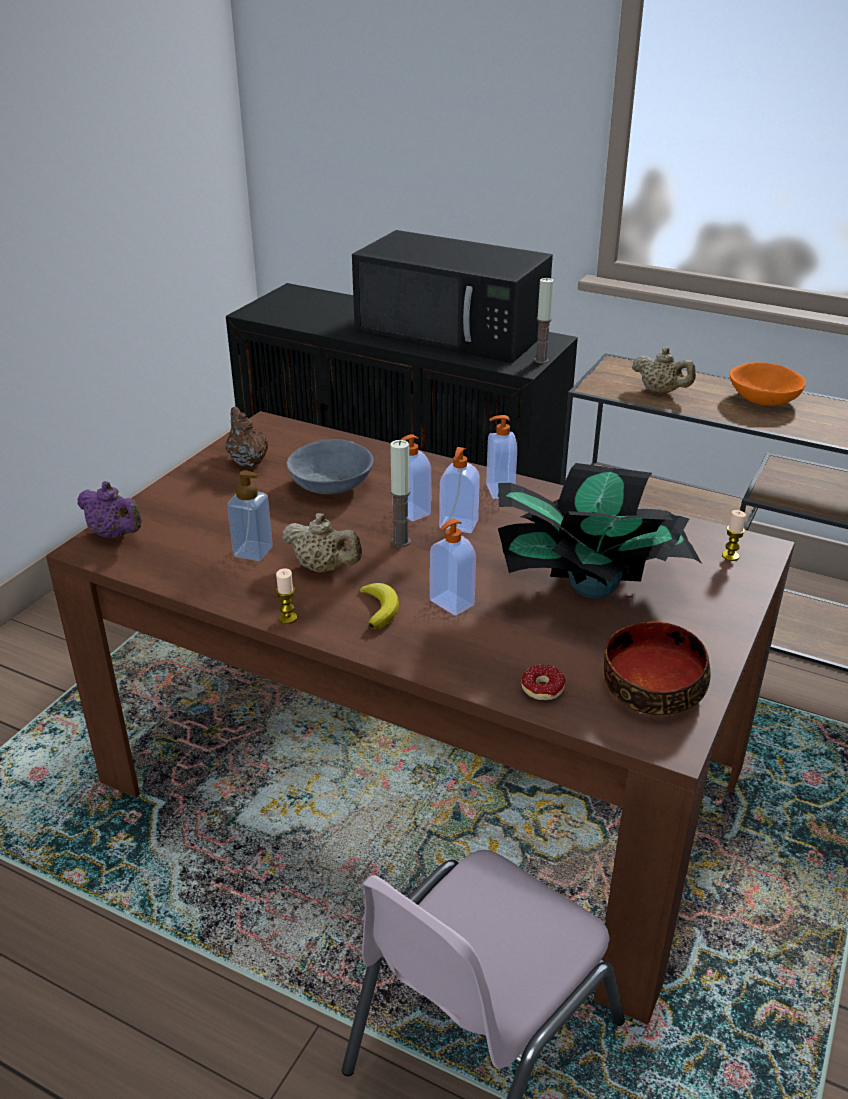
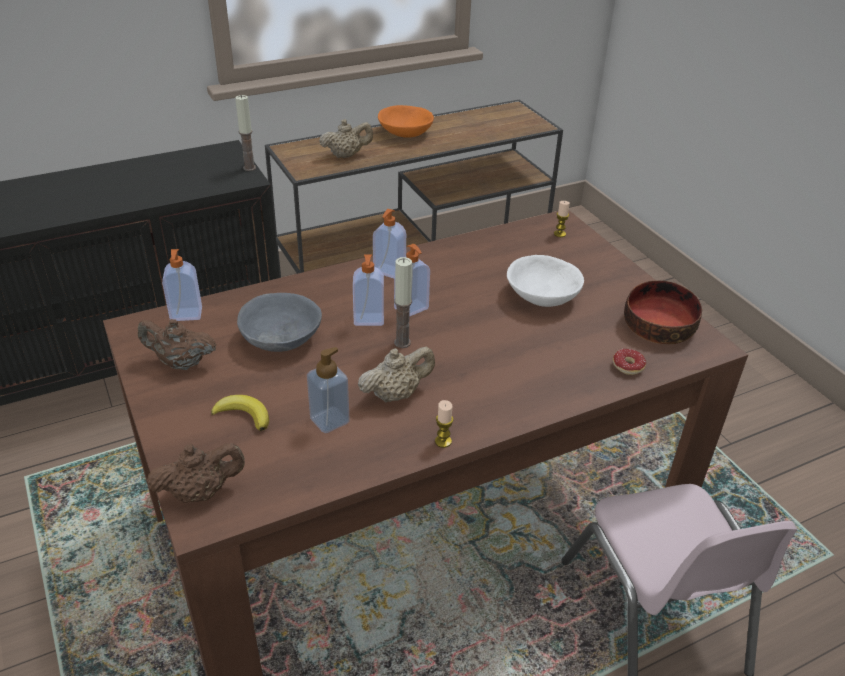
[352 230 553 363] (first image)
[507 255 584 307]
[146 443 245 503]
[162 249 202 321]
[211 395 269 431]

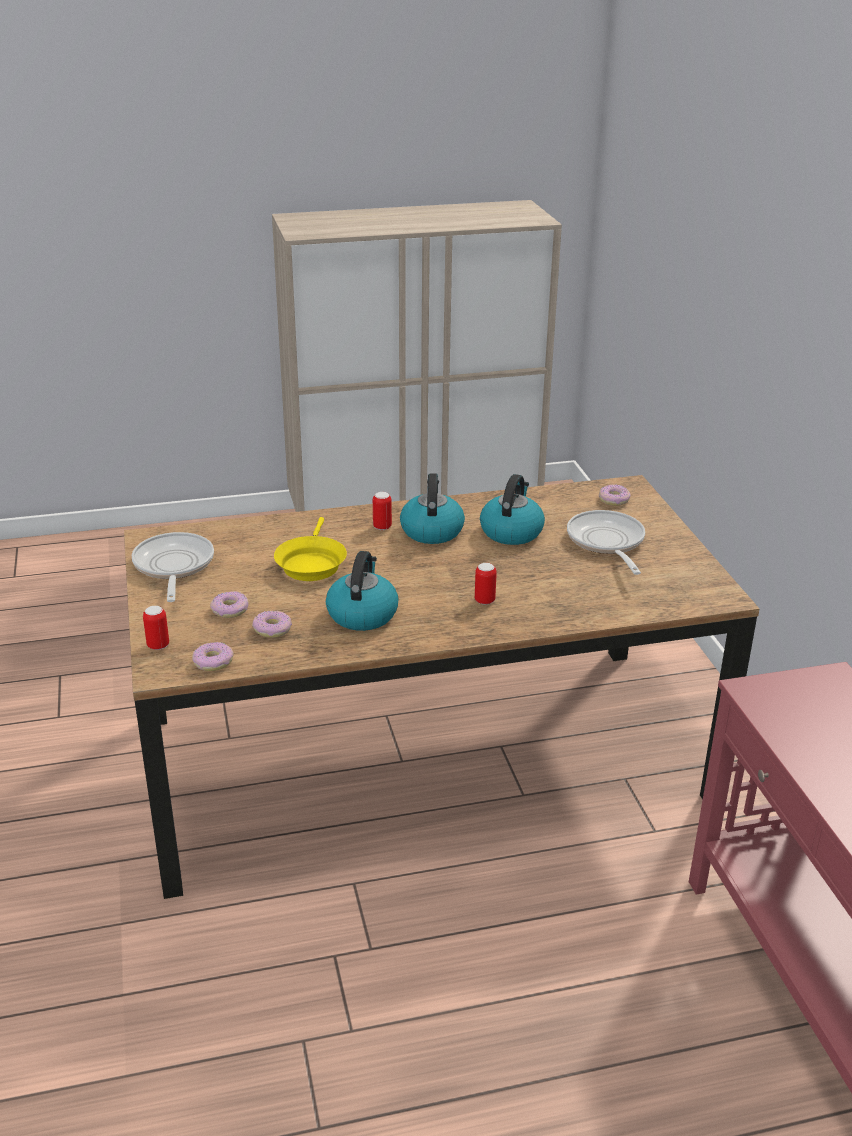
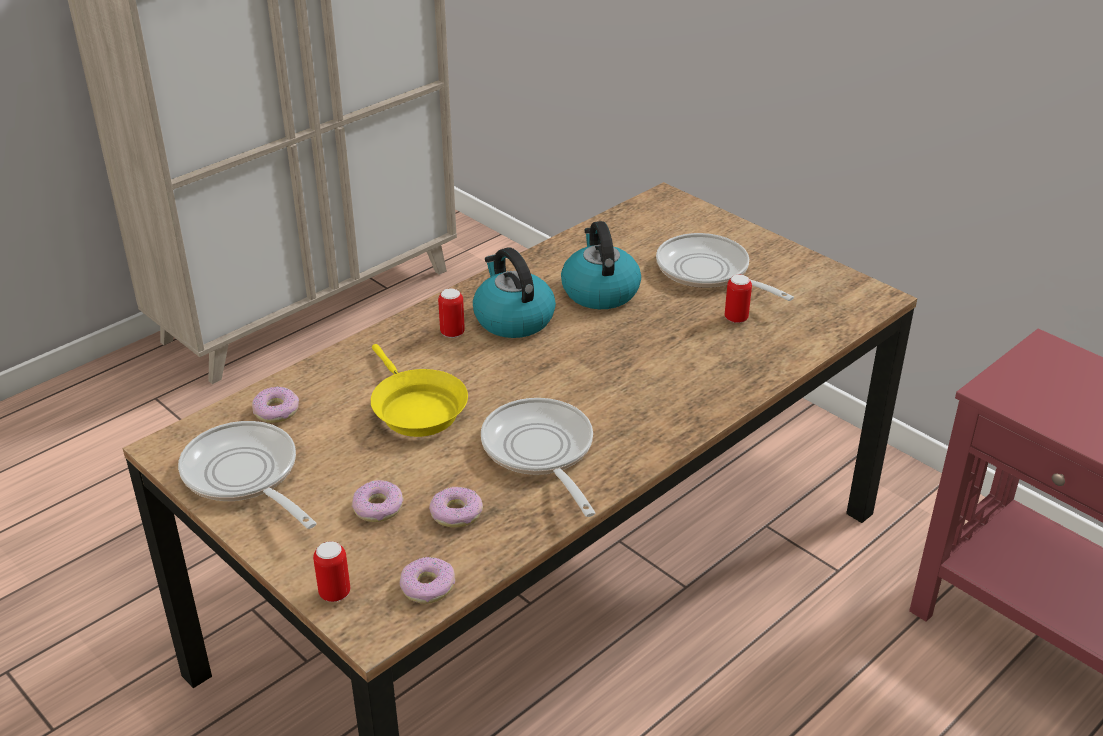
[252 387 299 423]
[481 398 595 517]
[725 275 752 323]

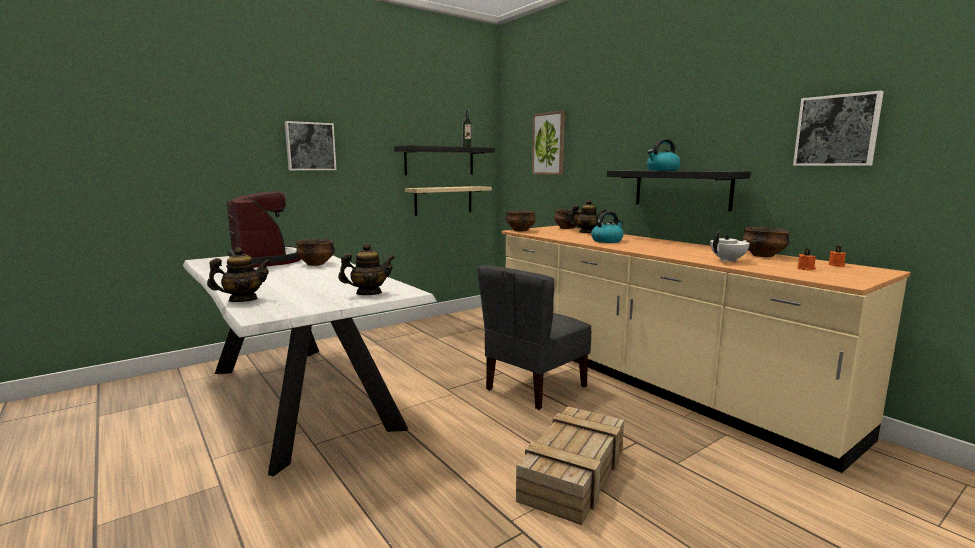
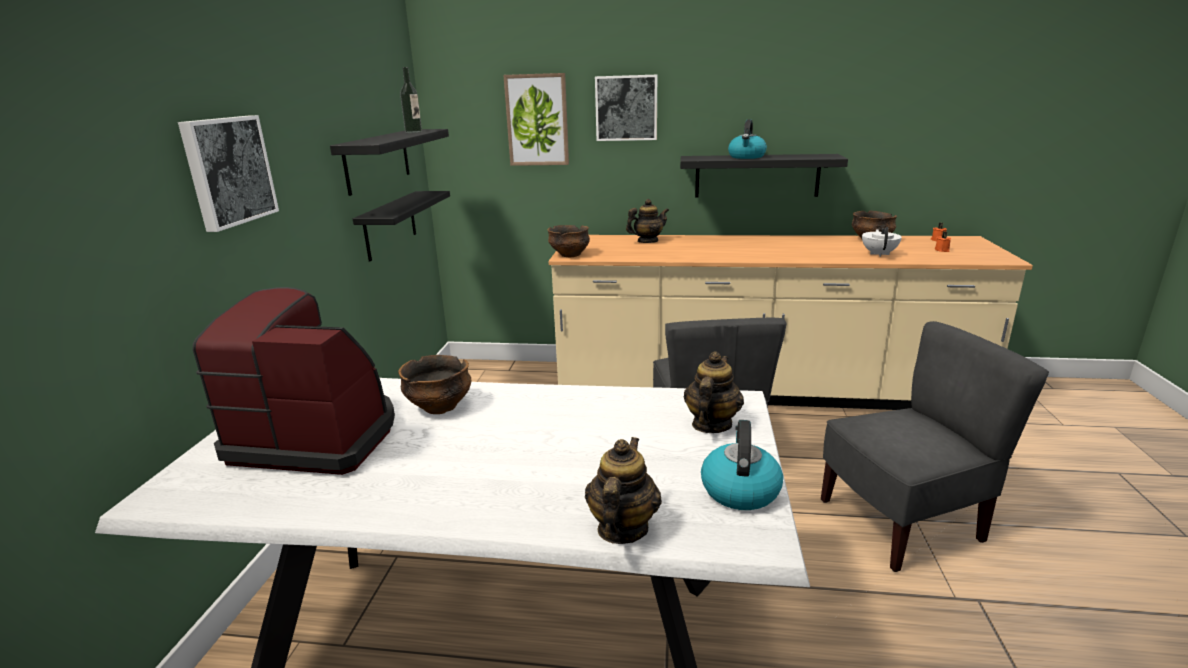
[595 75 657 141]
[353 191 450 262]
[554 209 581 229] (first image)
[701 420 783 510]
[821 321 1049 572]

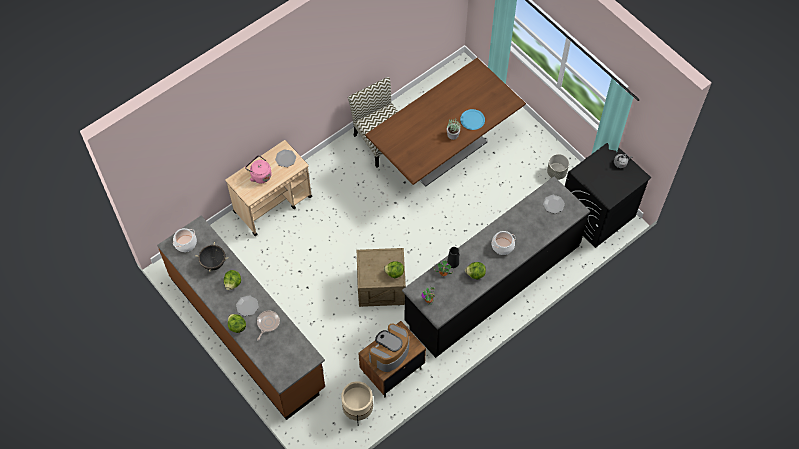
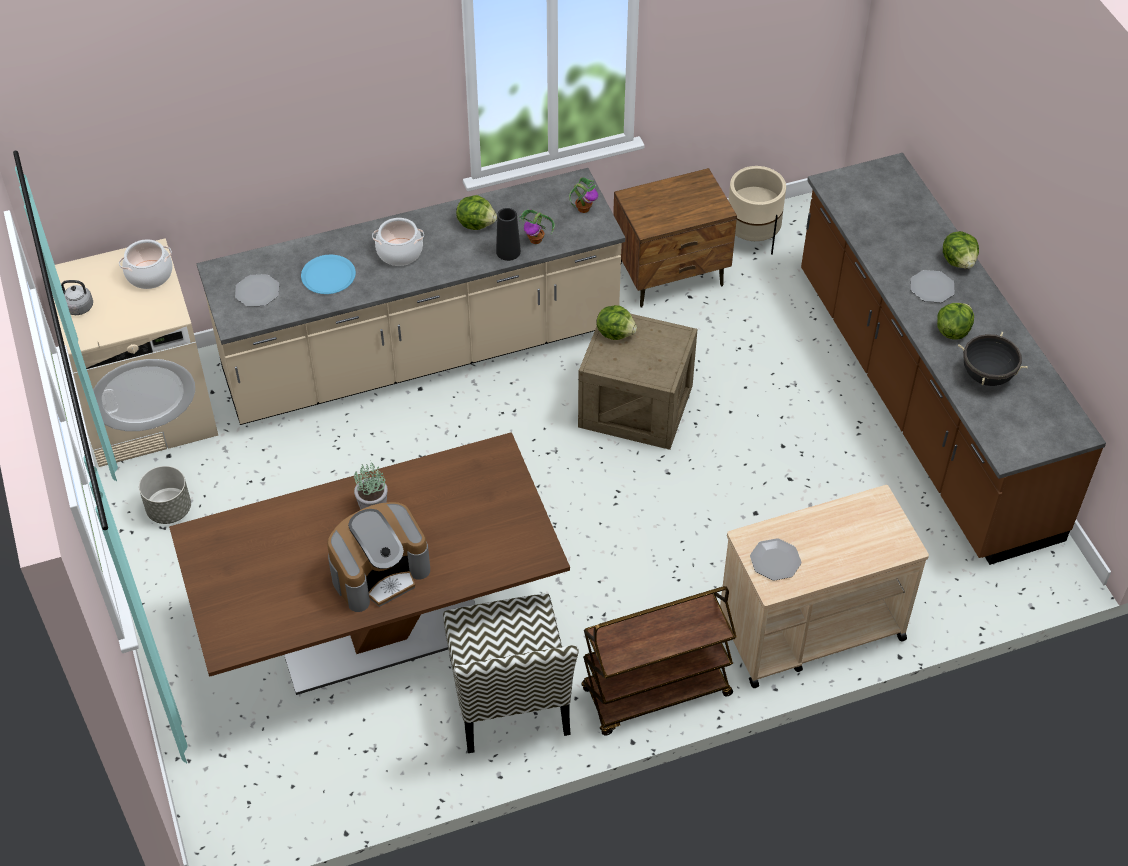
[301 255 356 294]
[53 238 218 467]
[245 155 272 183] (first image)
[197 168 625 425]
[119 239 173 289]
[257 311 280 341] (first image)
[327 502 430 612]
[581 586 737 736]

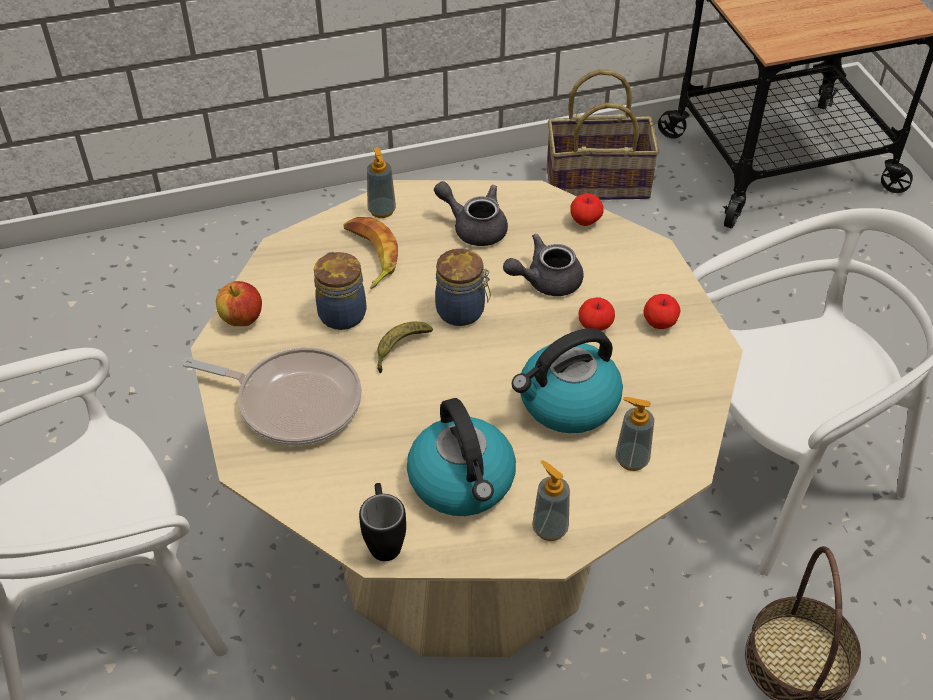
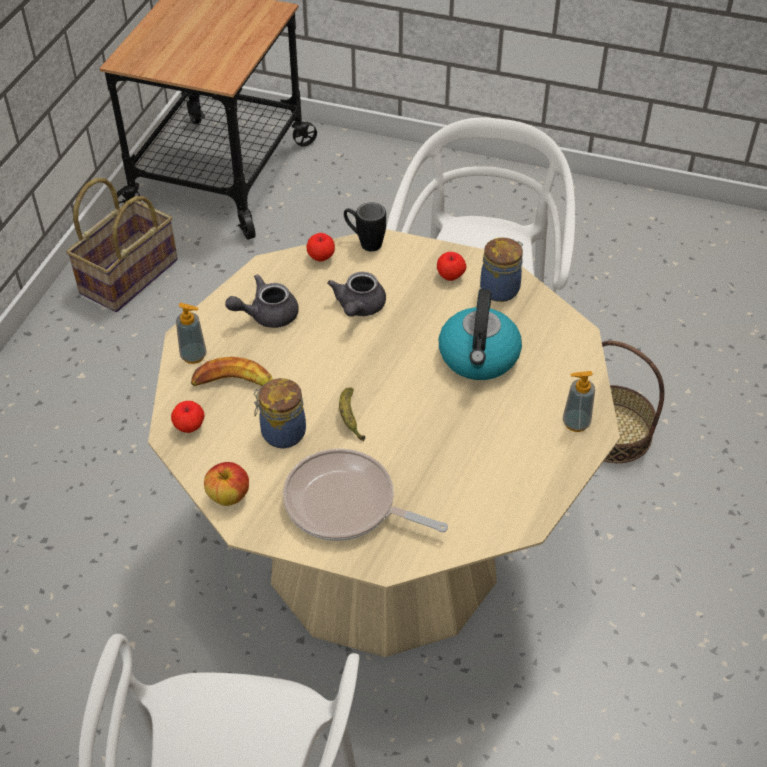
[480 237 523 302]
[171 401 204 433]
[283 449 448 541]
[616 397 654 471] (first image)
[407 398 516 516] (first image)
[344 202 386 252]

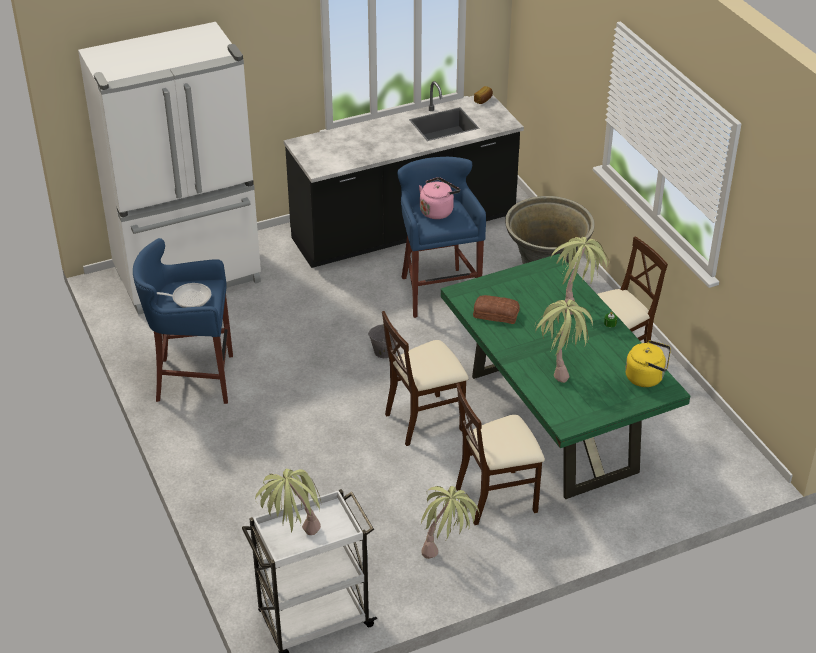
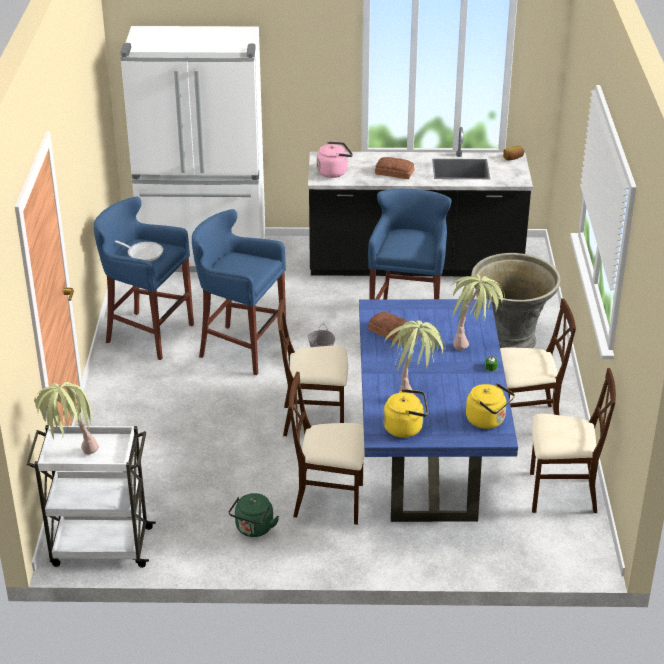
[317 141 353 178]
[359 299 518 522]
[229 493 279 537]
[375 157 415 179]
[192 209 286 375]
[530 368 616 513]
[383 389 428 438]

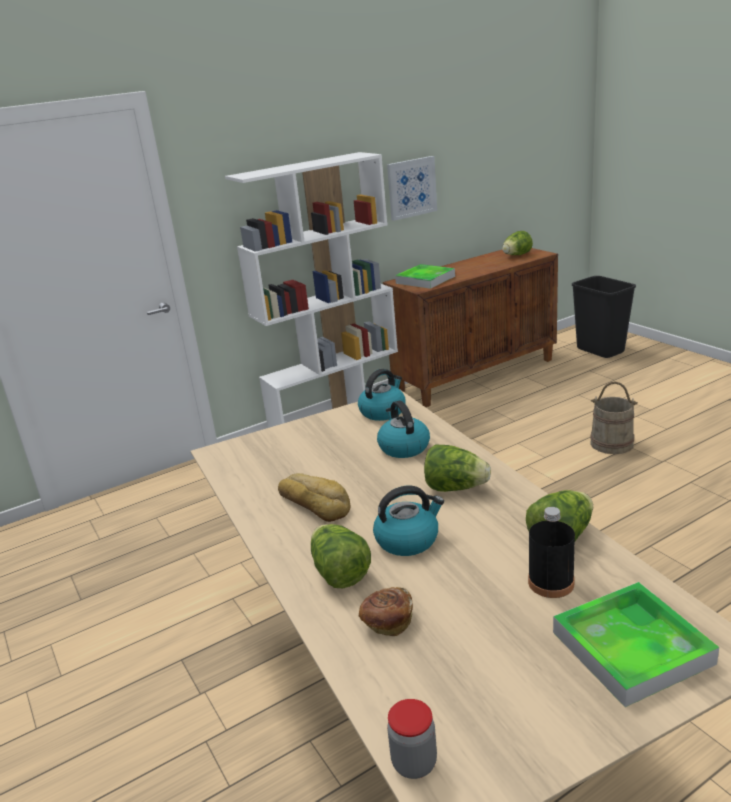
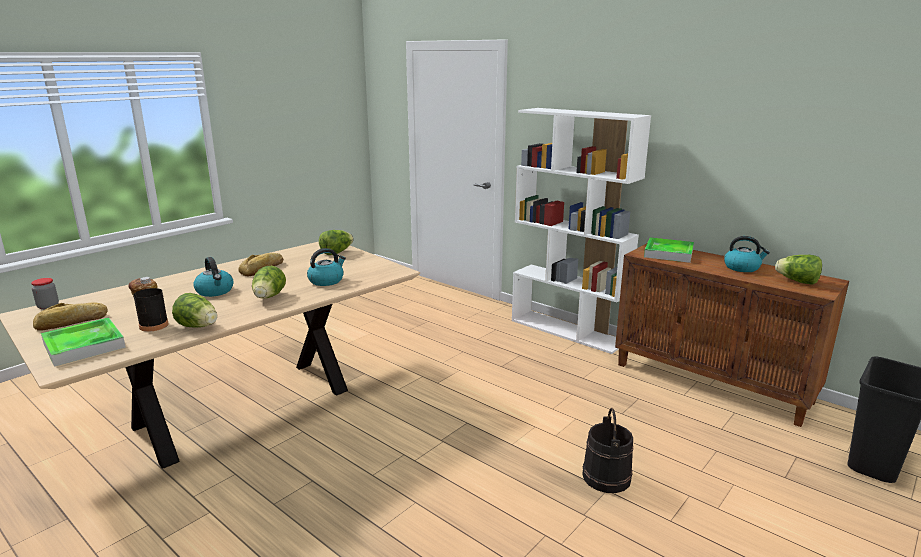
[387 156 437 221] (first image)
[724 236 770 272]
[582 408 633 493]
[319 230 354 255]
[33 303 107 331]

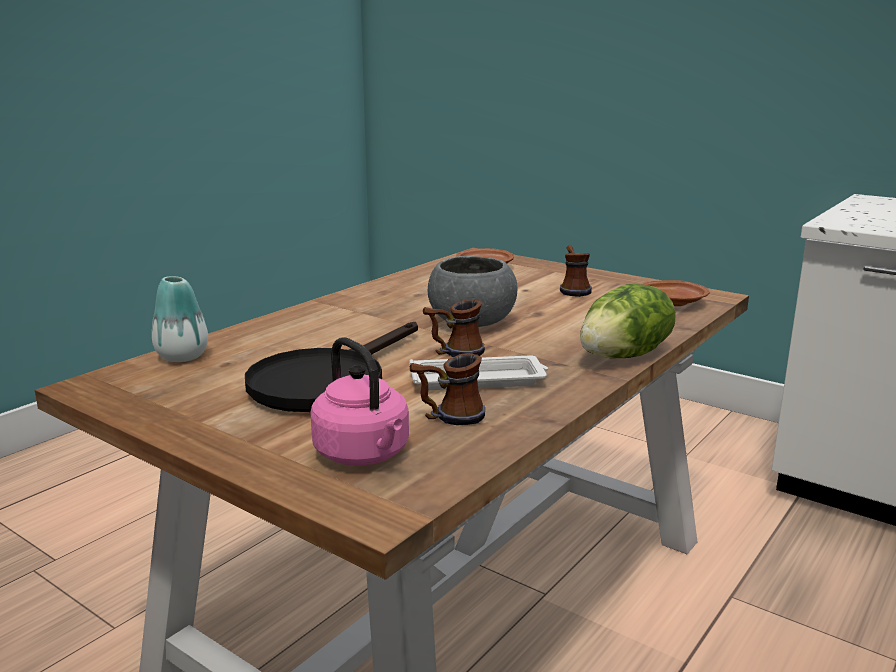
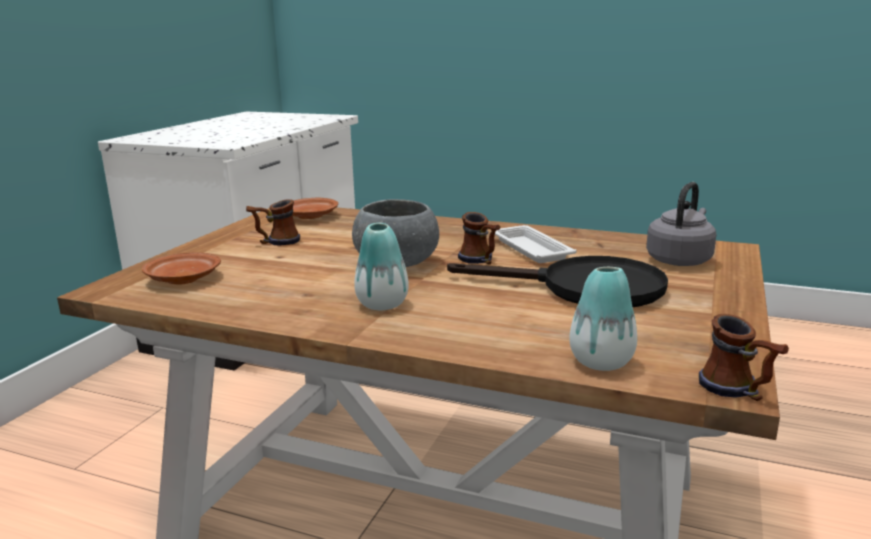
[580 284 676 358] (first image)
[646 182 716 266]
[699 314 789 401]
[354 223 409 310]

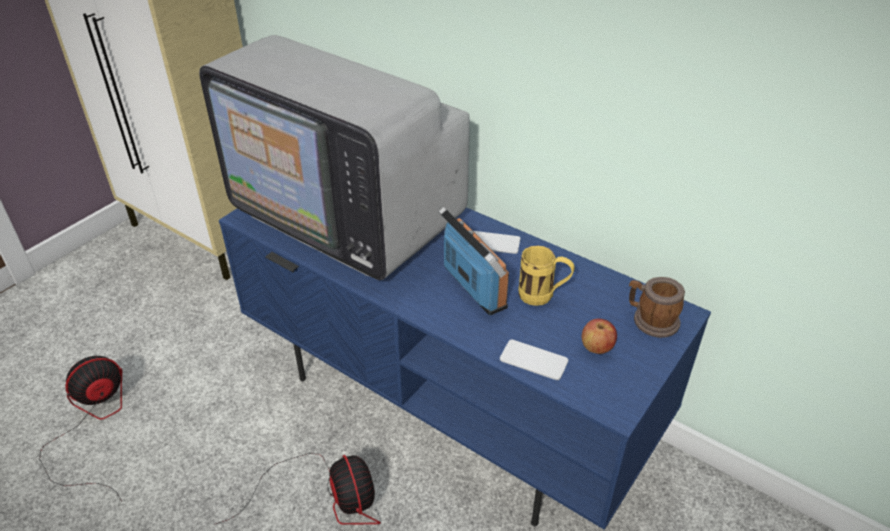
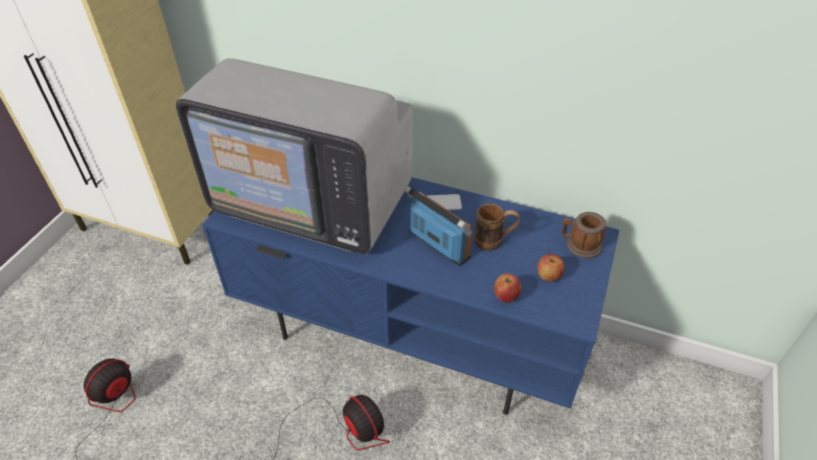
[474 204 520 251]
[494 273 521 303]

